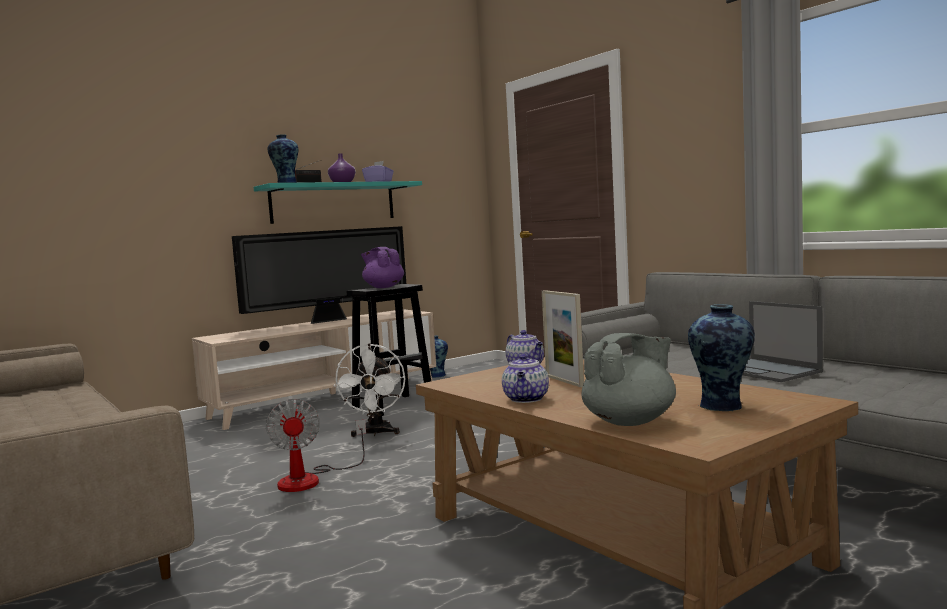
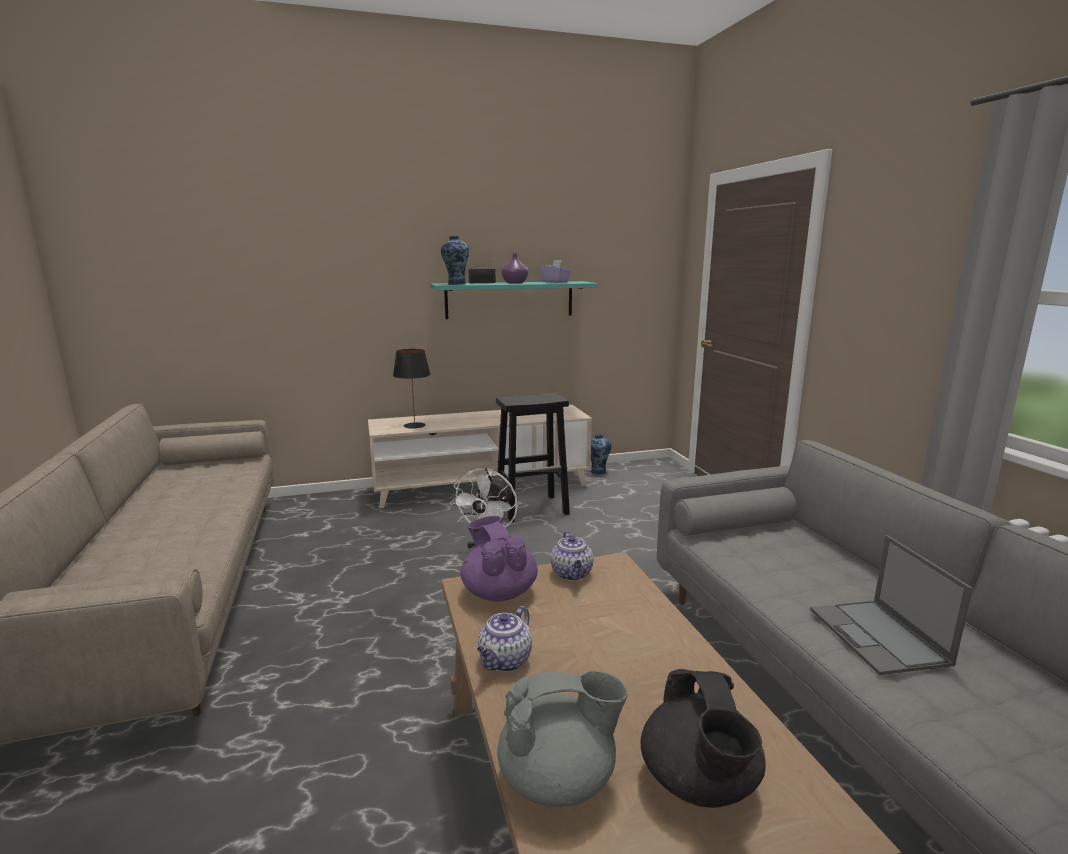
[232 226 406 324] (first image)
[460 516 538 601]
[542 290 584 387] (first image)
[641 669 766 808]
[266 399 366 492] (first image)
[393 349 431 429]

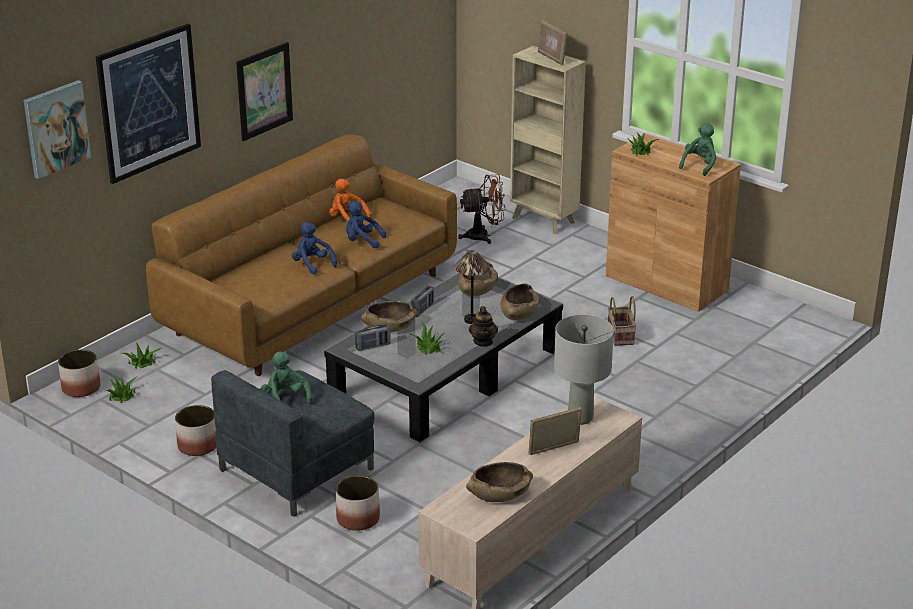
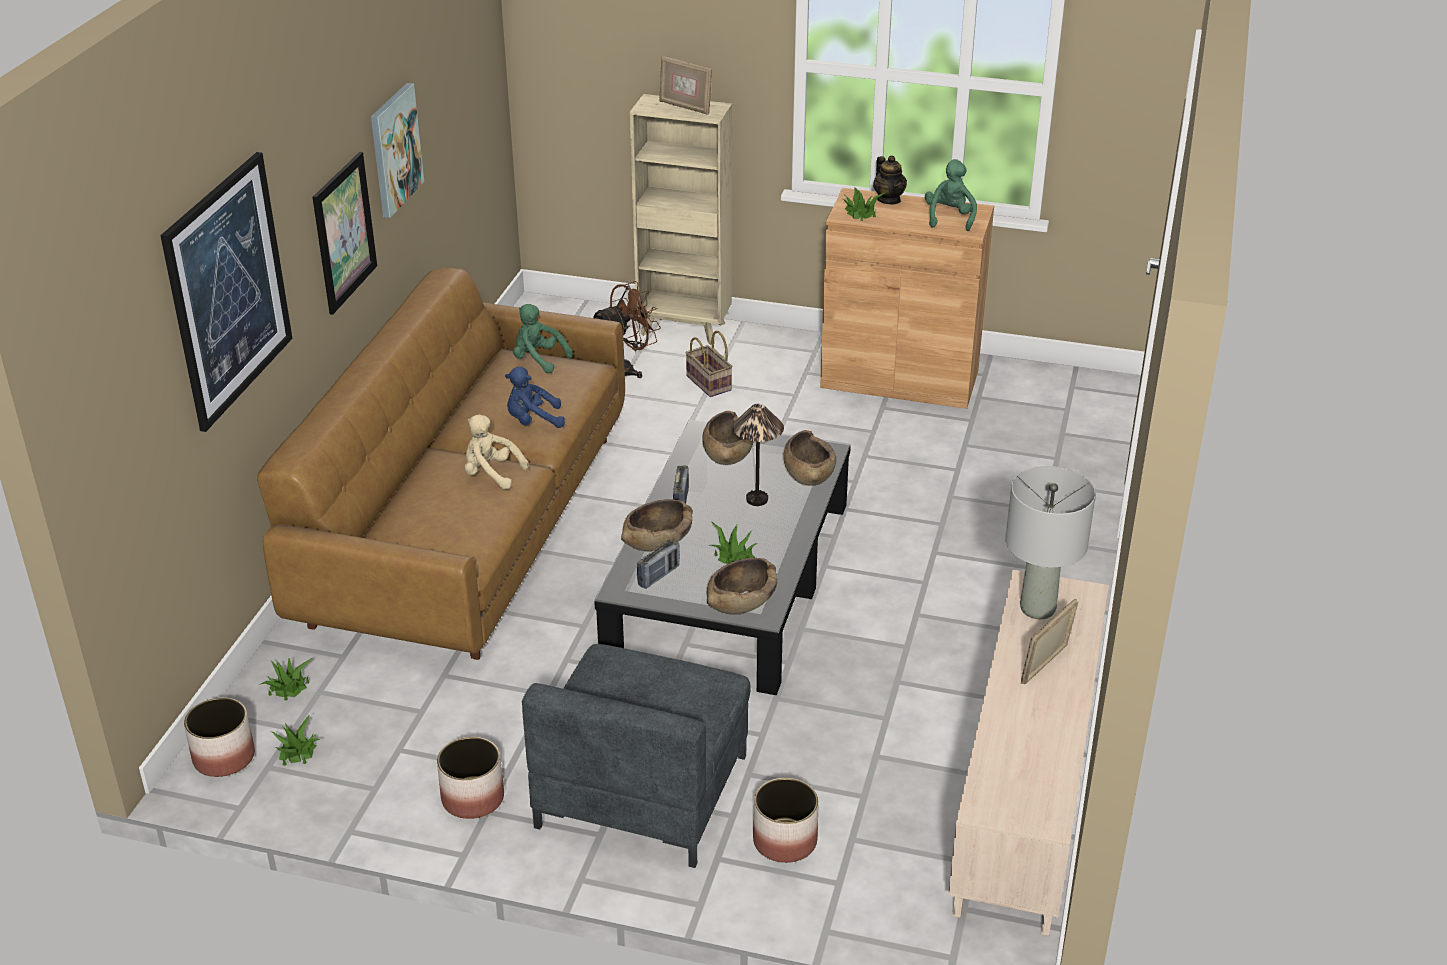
[371 83 424 218]
[329 179 371 222] (first image)
[464 415 529 489]
[685 331 733 397]
[873 155 907 204]
[513 304 573 373]
[707 558 777 614]

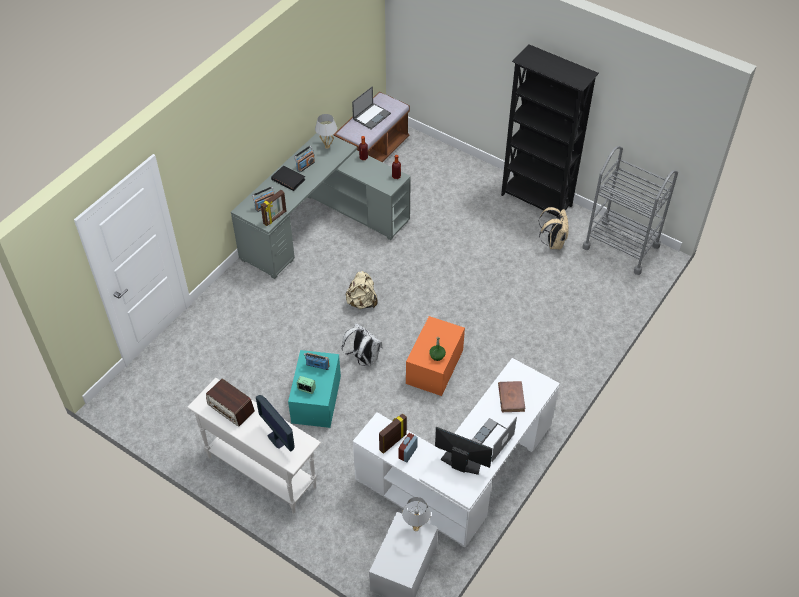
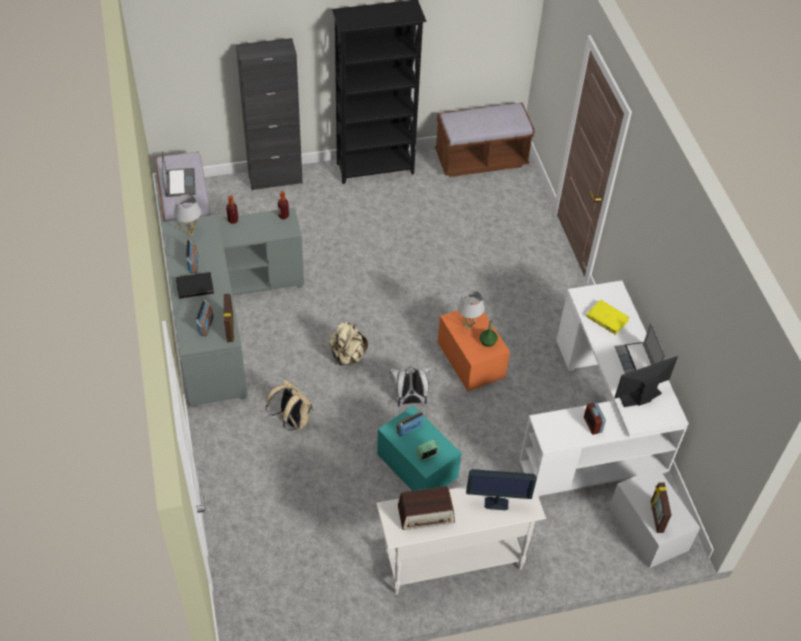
[435 103 535 177]
[265 379 314 431]
[586 300 630 335]
[651 483 671 533]
[457 290 485 329]
[236 38 303 190]

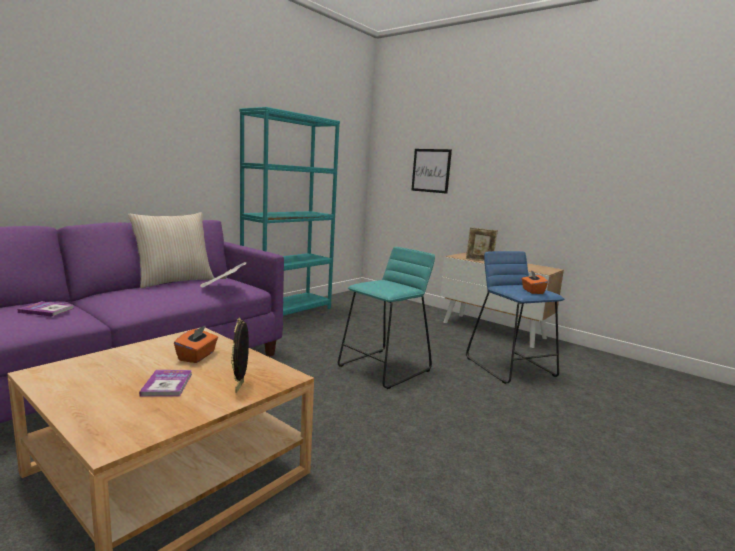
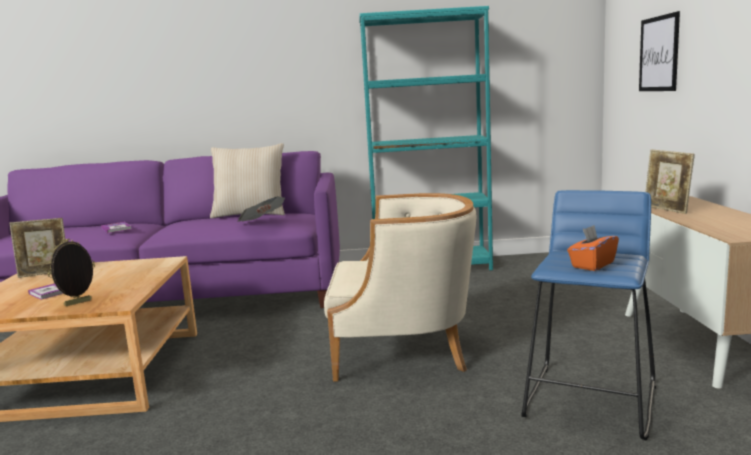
[324 193 476 382]
[174 325 218 363] (first image)
[10 218 66 278]

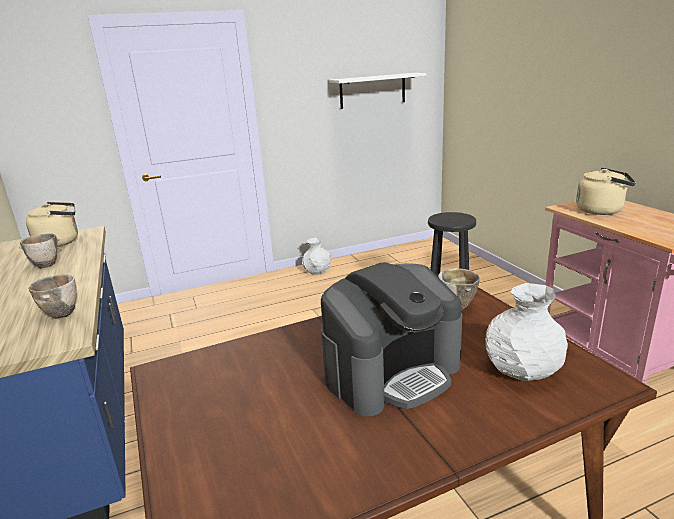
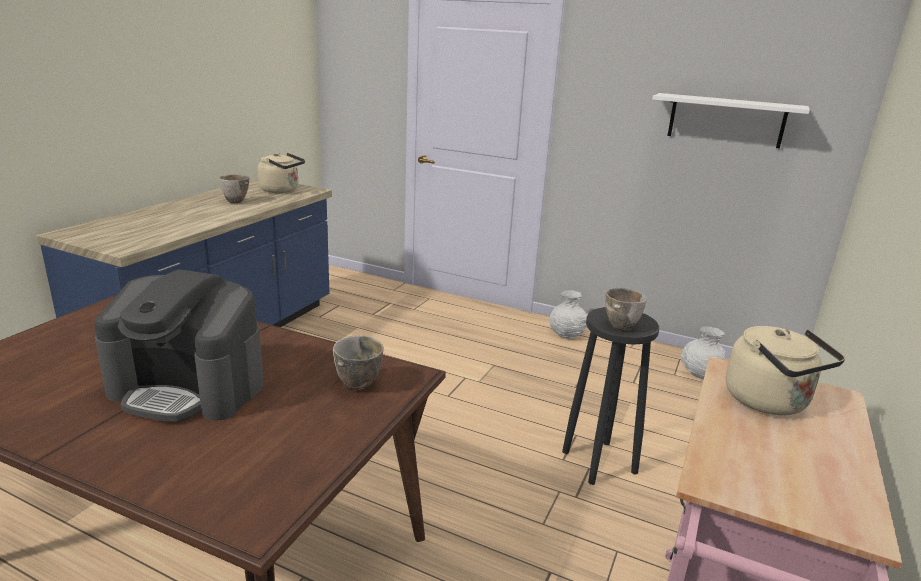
[606 288 647 331]
[681 327 726 380]

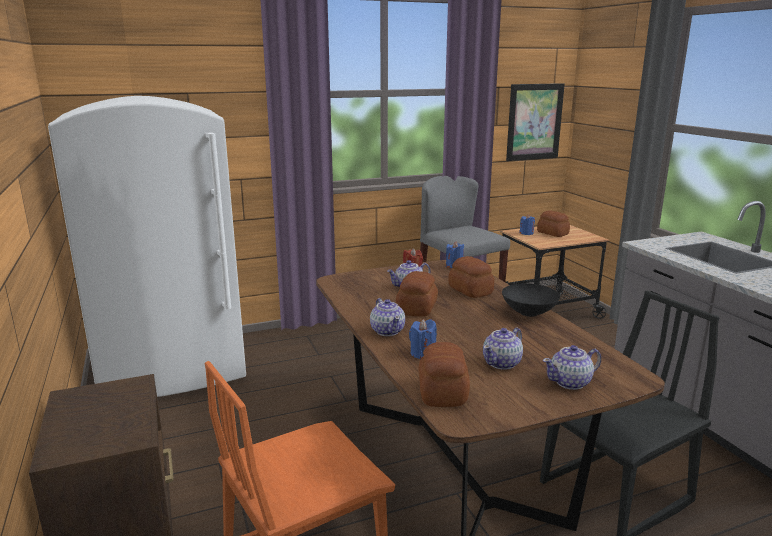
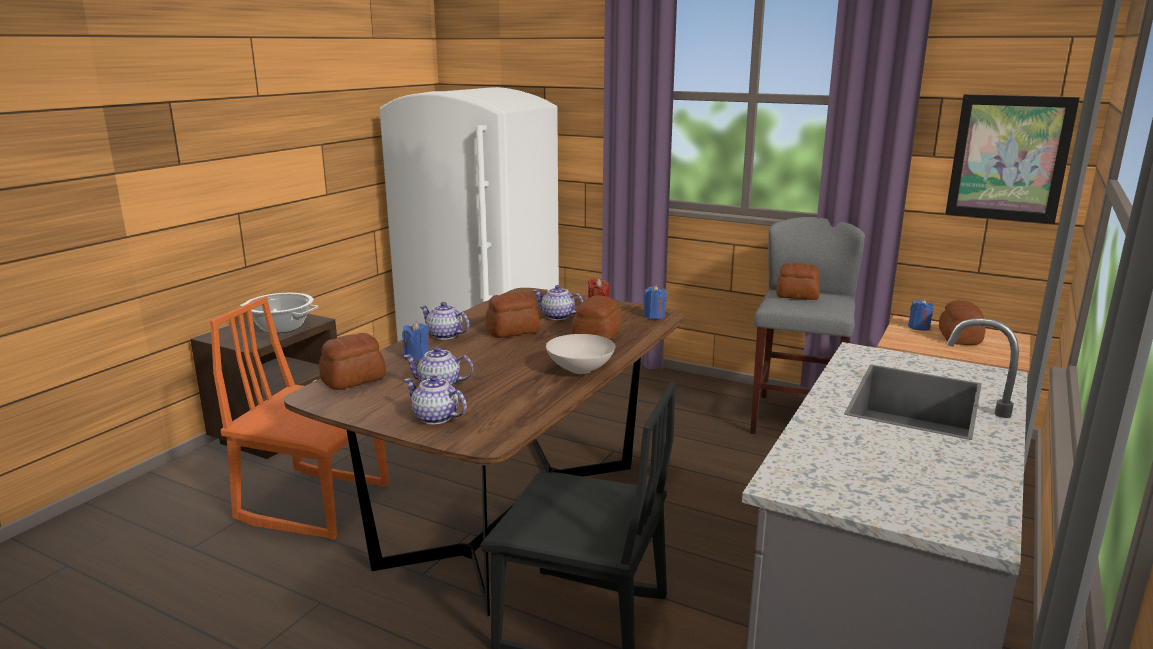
[546 334 615 374]
[420 302 469 340]
[776 263 820 300]
[240 293 318 333]

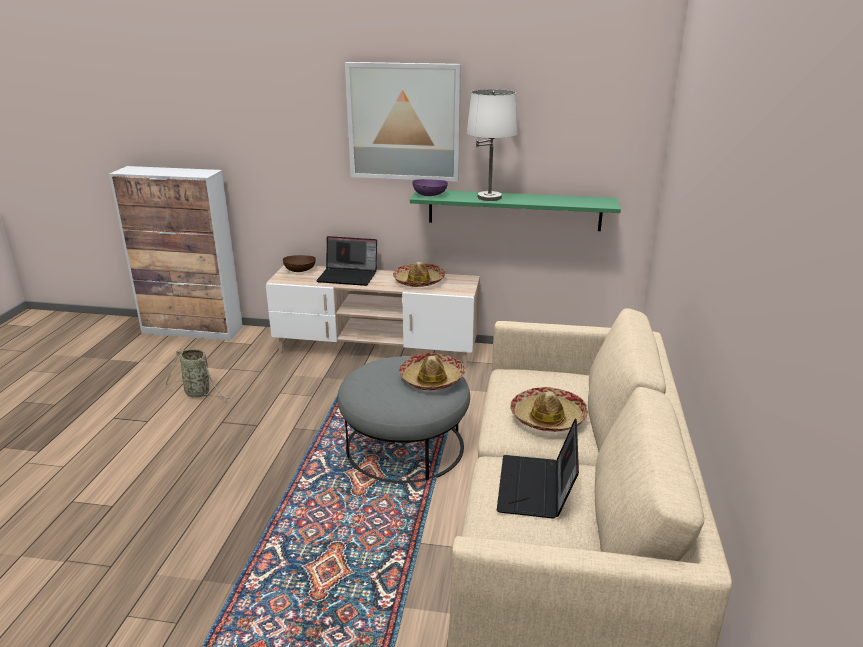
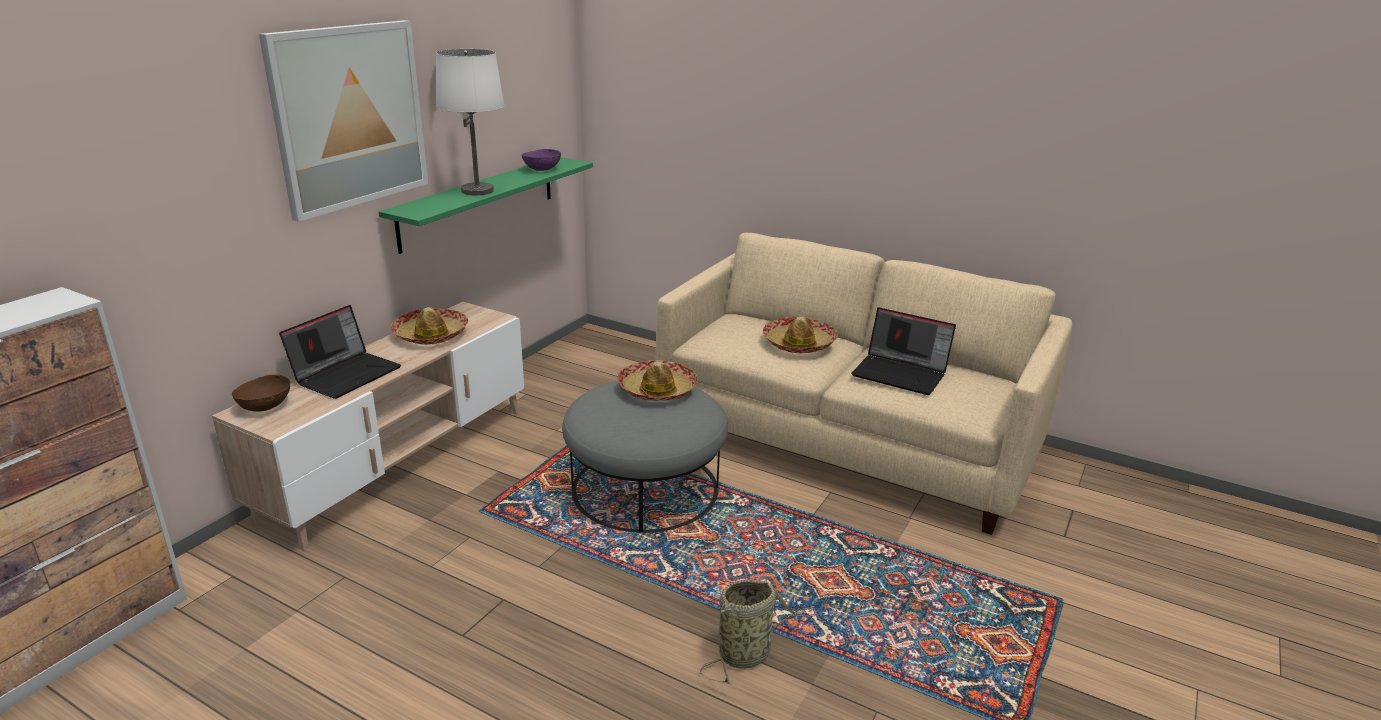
[521 149 561 171]
[700 579 804 684]

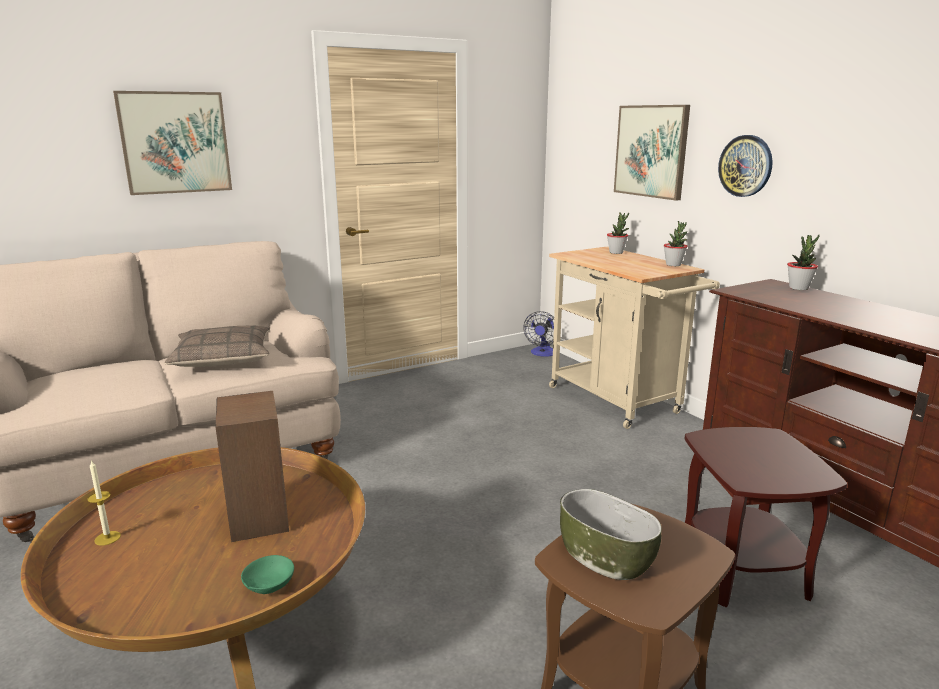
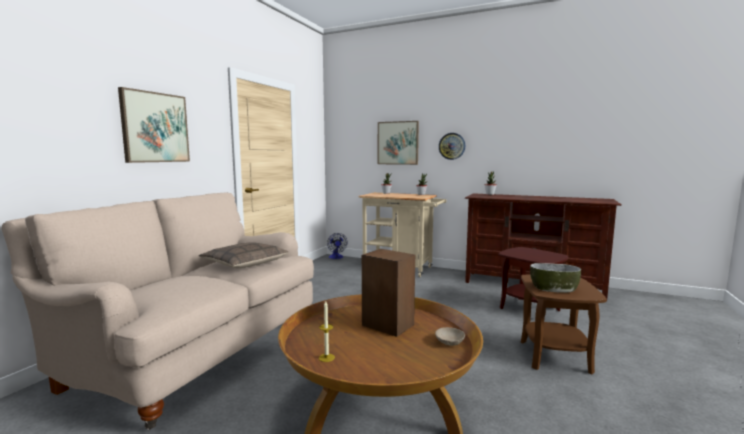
[435 327 465 346]

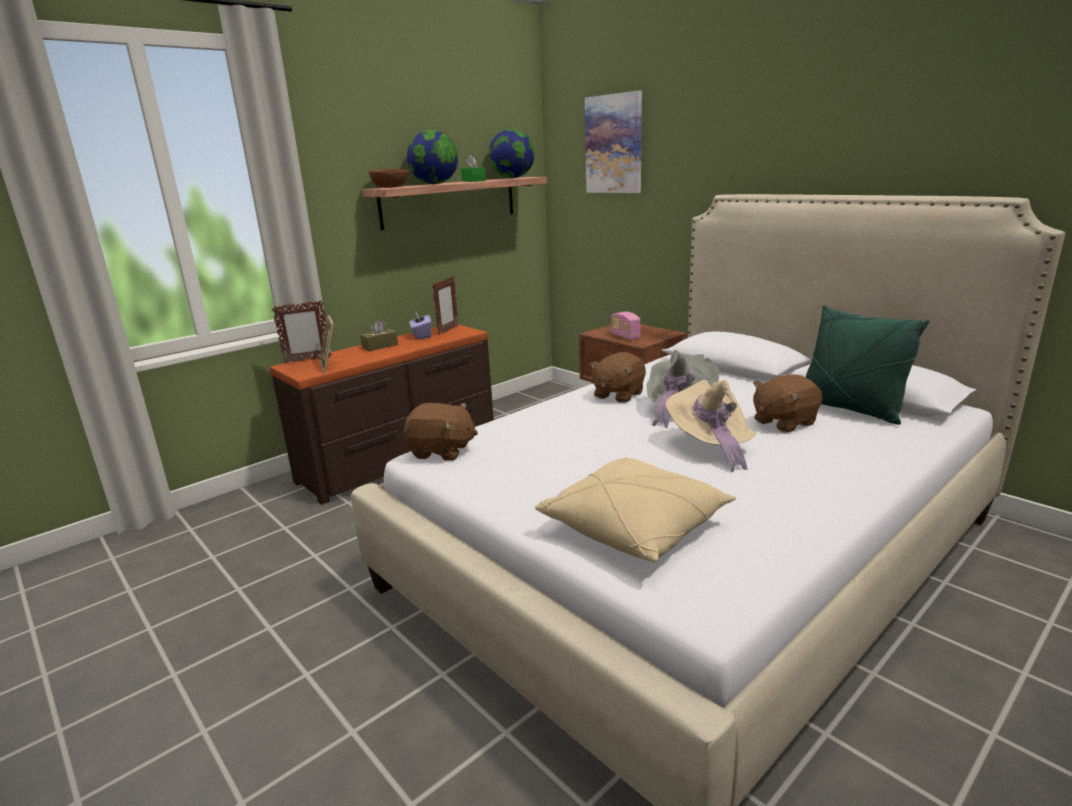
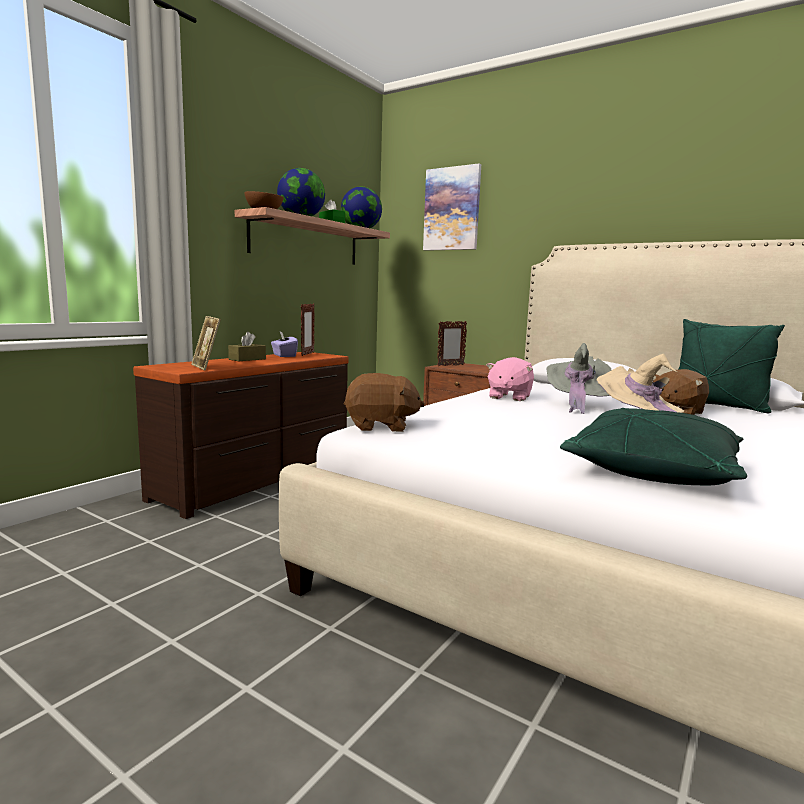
[437 321 467 366]
[611 312 640 340] (first image)
[486 357 534 401]
[560 408 747 485]

